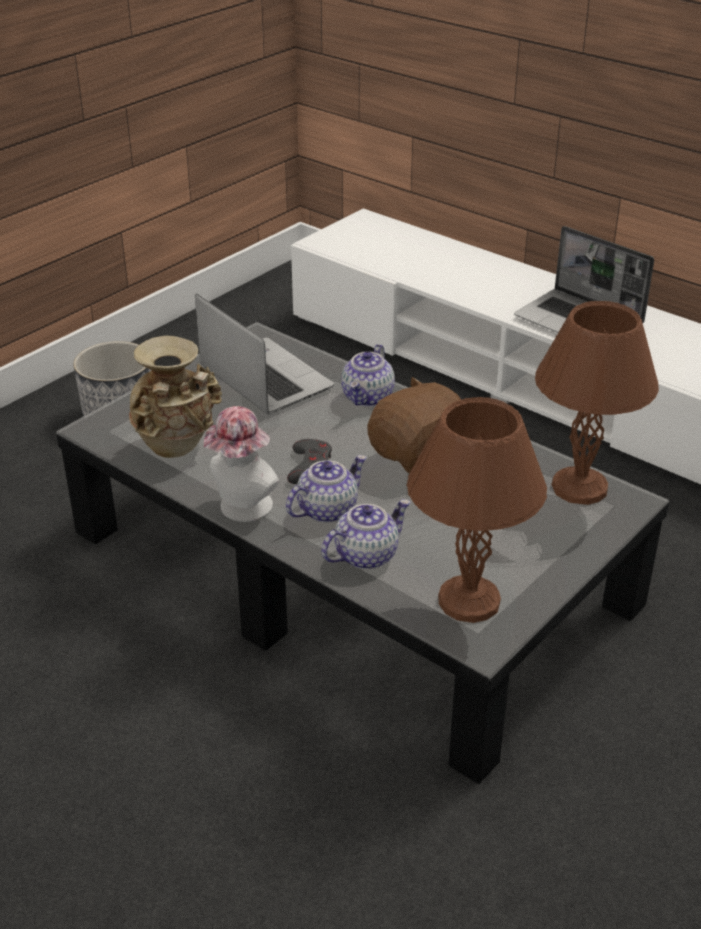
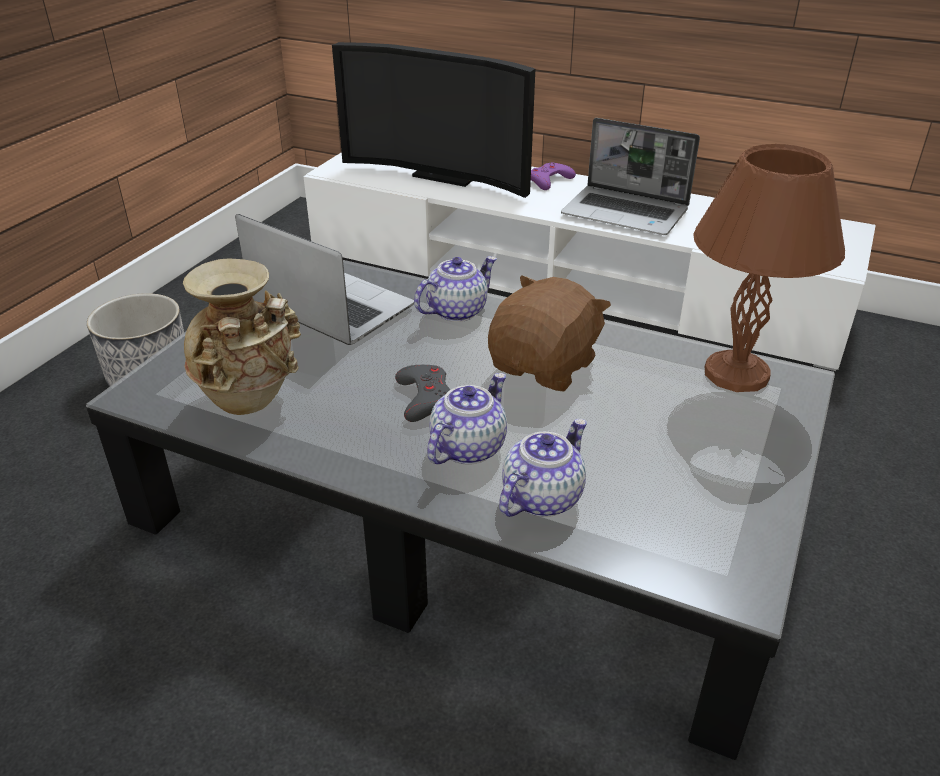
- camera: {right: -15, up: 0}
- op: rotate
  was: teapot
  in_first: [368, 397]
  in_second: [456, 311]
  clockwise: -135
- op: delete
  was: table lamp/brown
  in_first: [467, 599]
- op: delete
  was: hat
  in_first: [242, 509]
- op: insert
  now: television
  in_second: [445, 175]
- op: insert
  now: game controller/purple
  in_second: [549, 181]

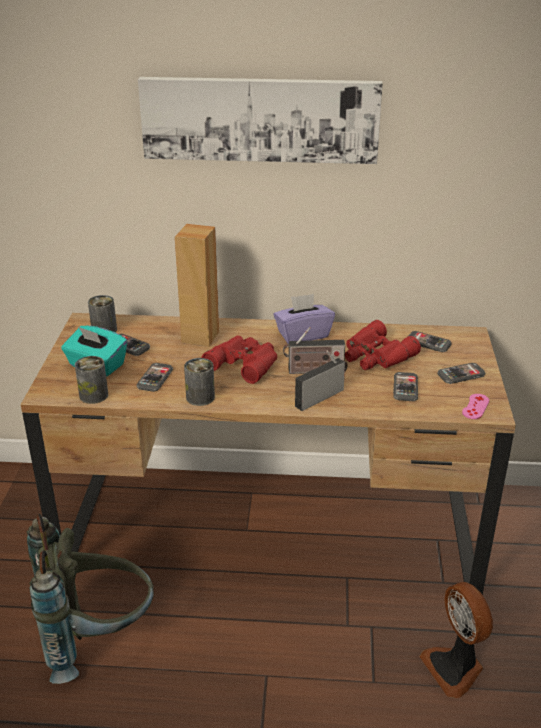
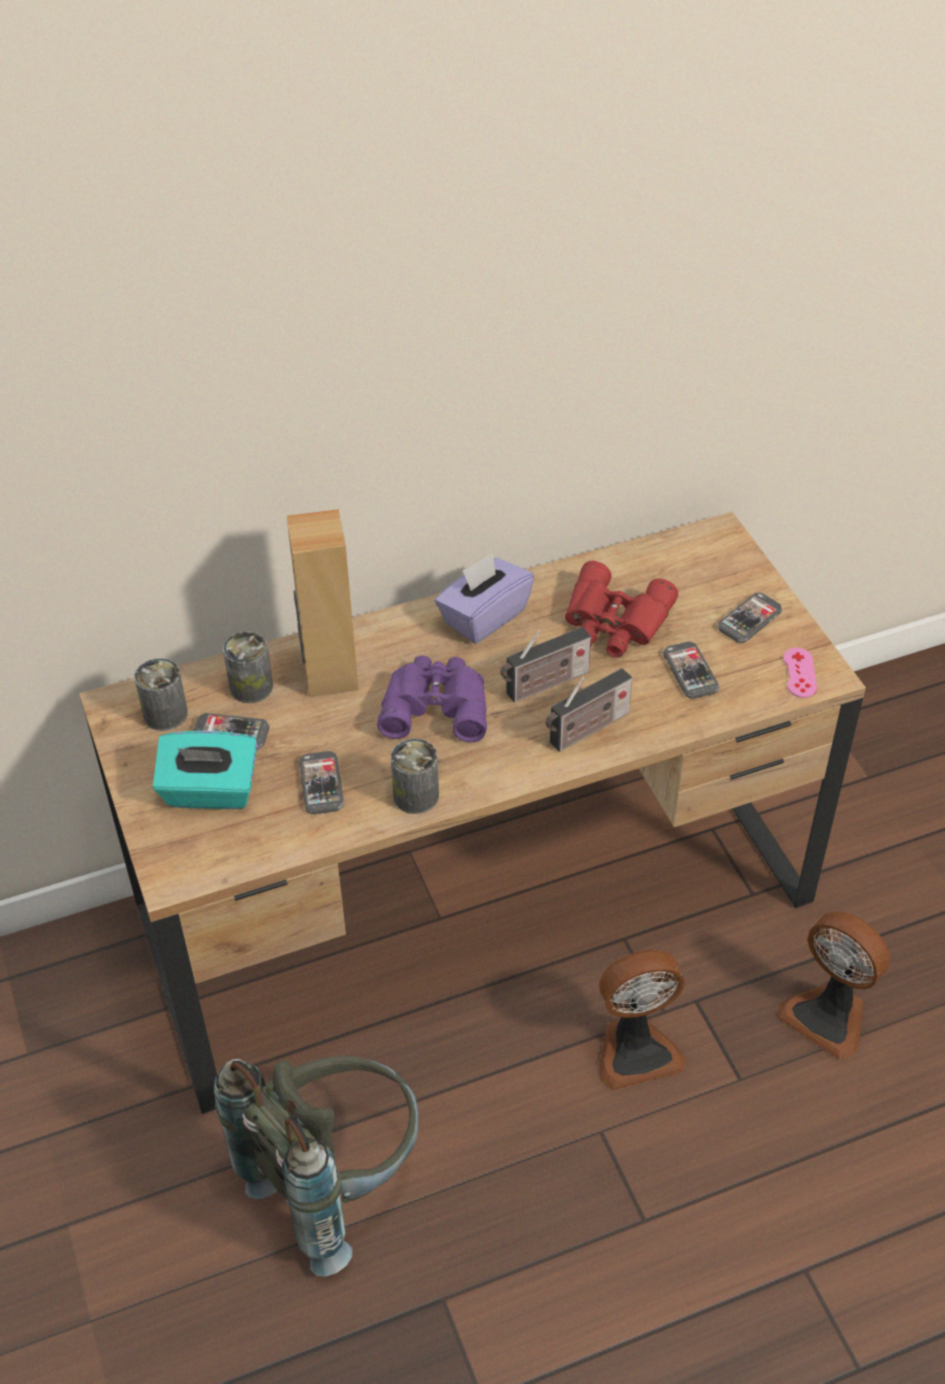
- camera: {right: -25, up: 15}
- op: delete
  was: picture
  in_first: [260, 119]
- op: delete
  was: phone
  in_first: [428, 343]
- op: recolor
  was: binoculars/red
  now: binoculars/purple
  in_first: [245, 363]
  in_second: [435, 704]
- op: rotate
  was: radio
  in_first: [321, 397]
  in_second: [586, 730]
  clockwise: -150
- op: move
  was: can
  in_first: [94, 395]
  in_second: [251, 687]
- op: insert
  now: fan
  in_second: [635, 1049]

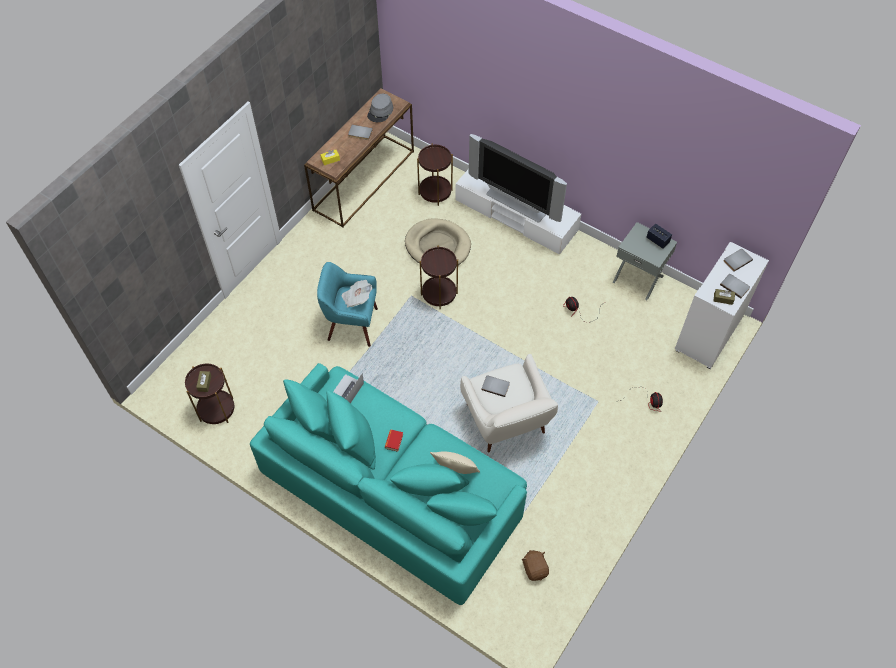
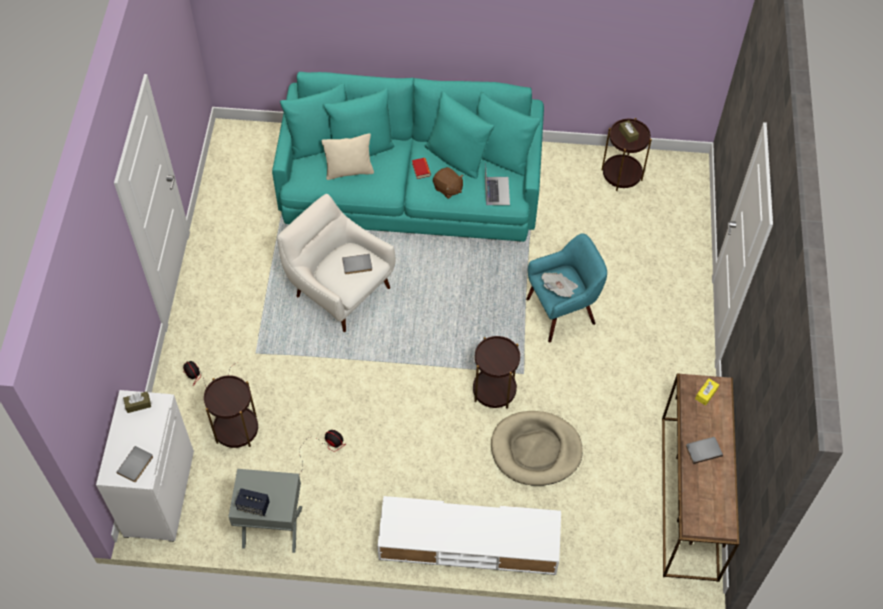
- camera: {right: 150, up: 0}
- op: delete
  was: hat/grey
  in_first: [380, 111]
- op: delete
  was: television
  in_first: [517, 203]
- op: move
  was: side table/brown
  in_first: [435, 192]
  in_second: [236, 429]
- op: delete
  was: book/grey
  in_first: [735, 286]
- op: move
  was: plush toy/brown
  in_first: [535, 569]
  in_second: [448, 189]

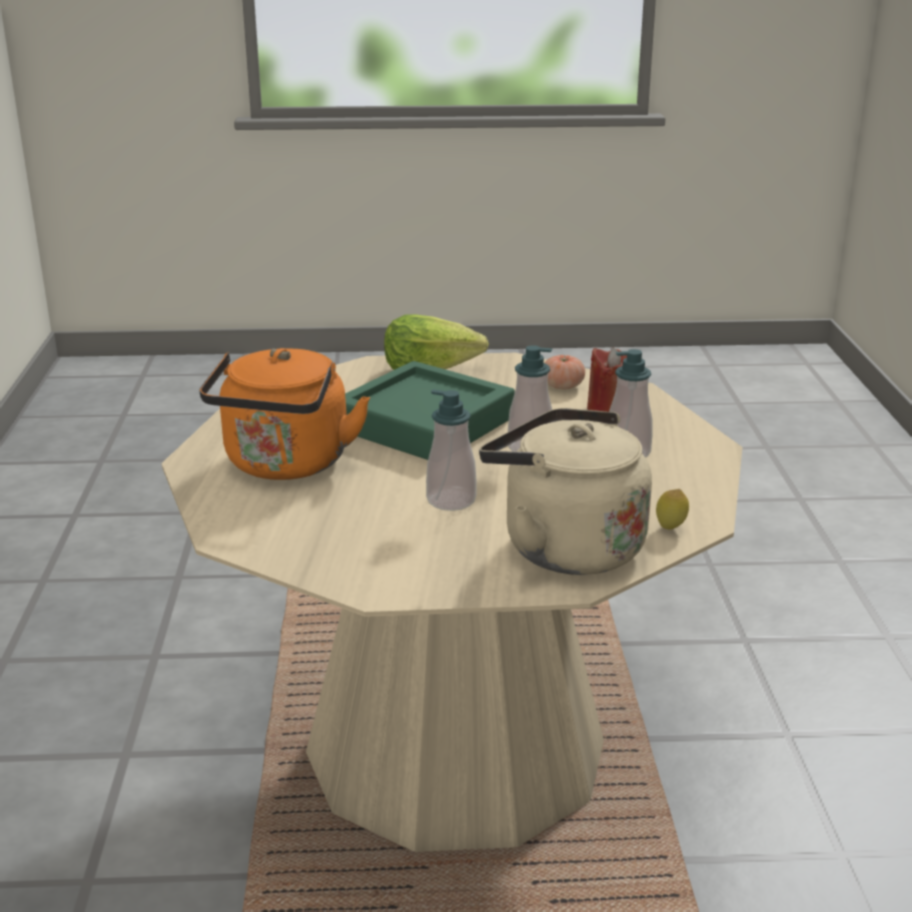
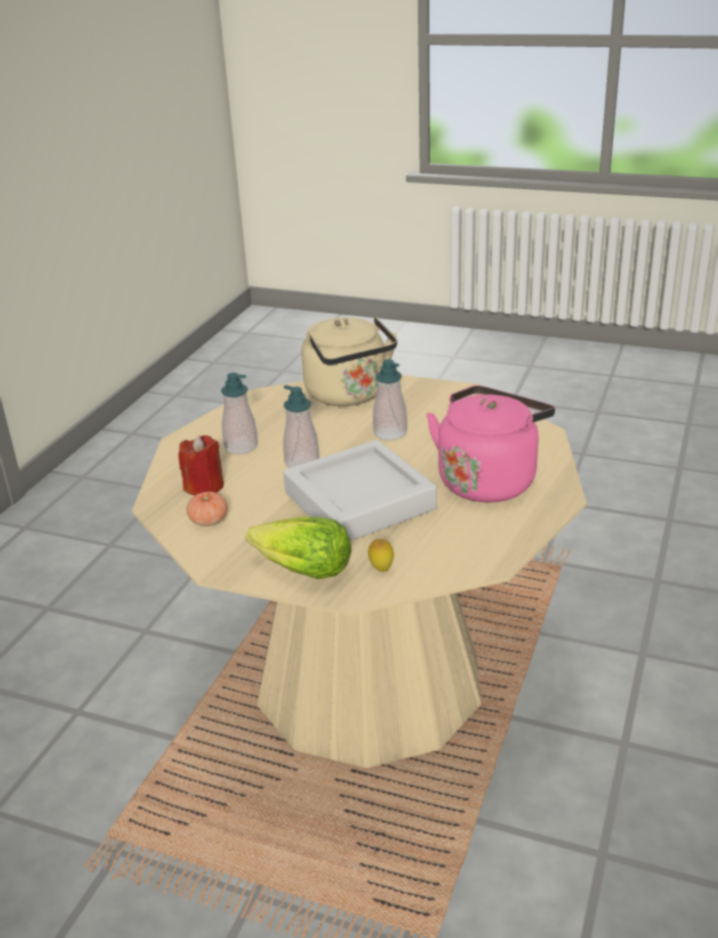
- camera: {right: -155, up: 5}
- op: recolor
  was: kettle/orange
  now: kettle/pink
  in_first: [285, 465]
  in_second: [489, 480]
- op: recolor
  was: tray/green
  now: tray/grey
  in_first: [424, 423]
  in_second: [359, 501]
- op: move
  was: lemon
  in_first: [670, 529]
  in_second: [381, 569]

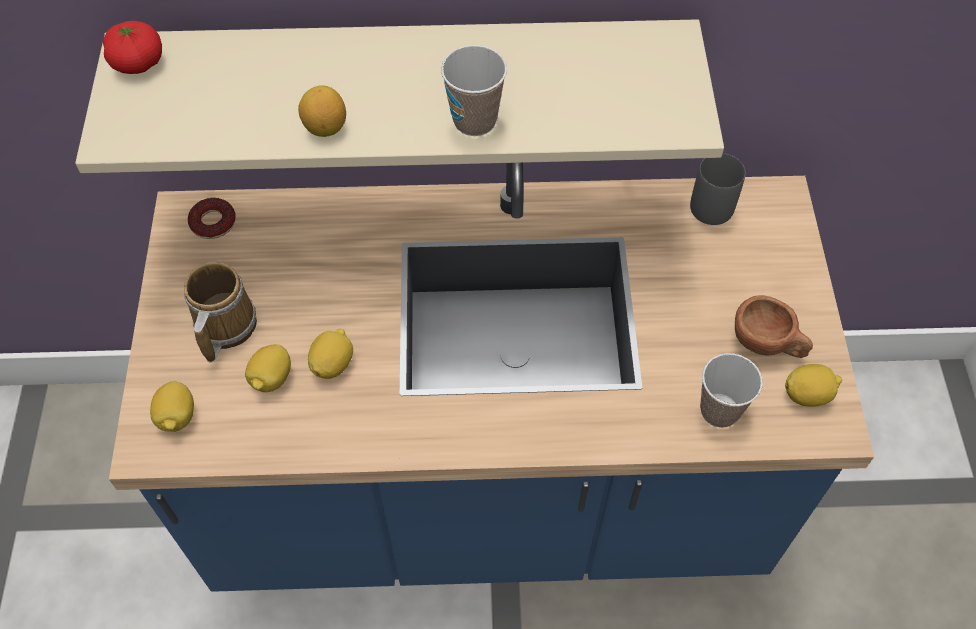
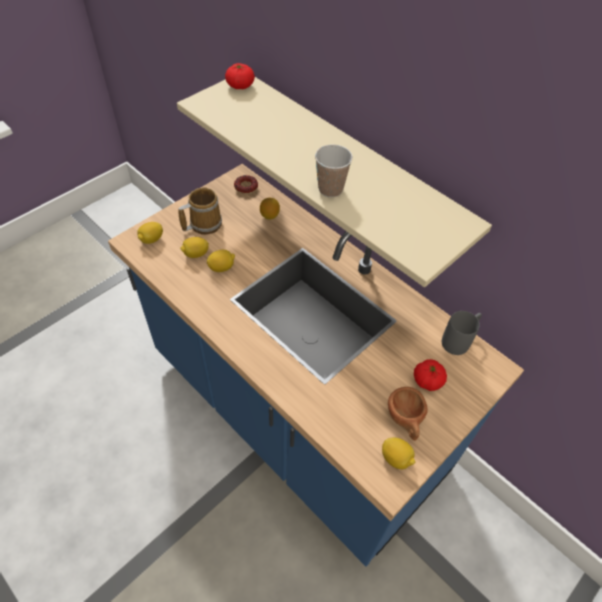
- camera: {right: 45, up: -5}
- op: move
  was: lemon
  in_first: [325, 127]
  in_second: [269, 216]
- op: delete
  was: cup
  in_first: [719, 410]
- op: insert
  now: tomato
  in_second: [427, 380]

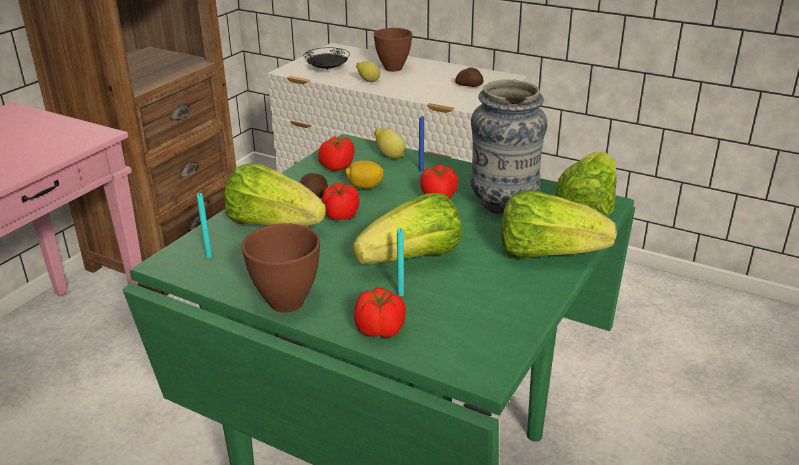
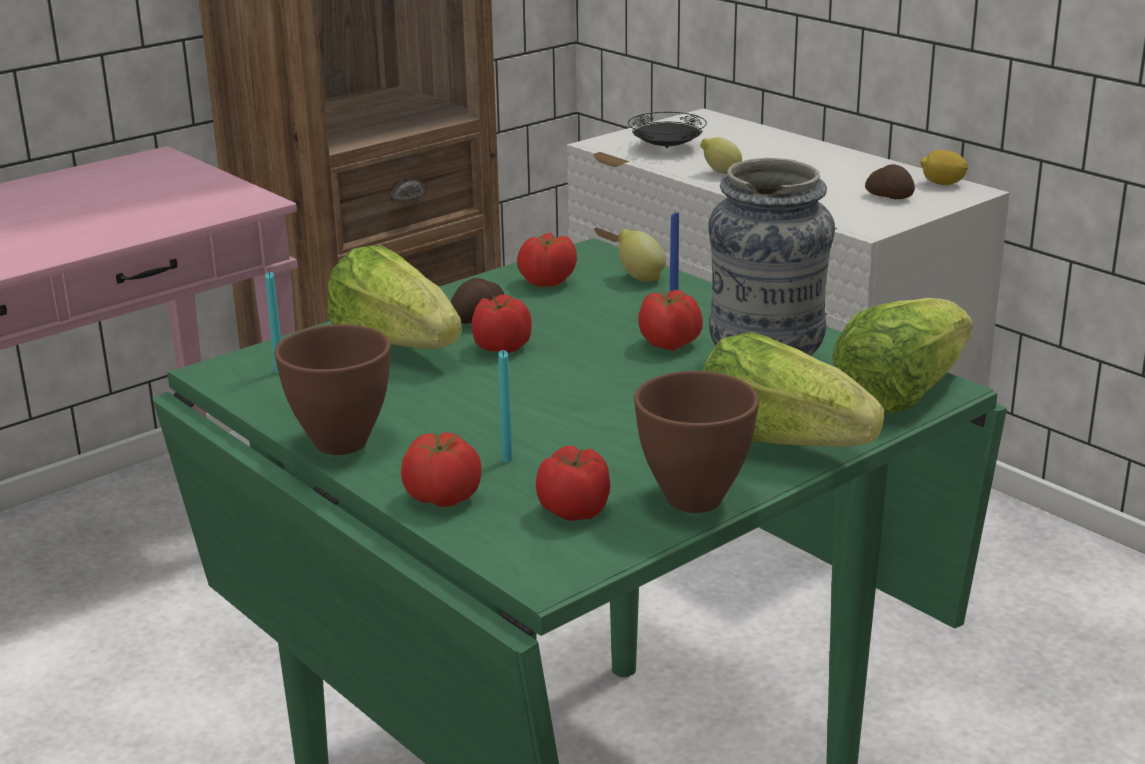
- camera: {right: 20, up: -5}
- op: move
  was: bowl/brown
  in_first: [393, 68]
  in_second: [695, 498]
- op: move
  was: lemon
  in_first: [364, 187]
  in_second: [942, 184]
- op: delete
  was: lettuce
  in_first: [413, 259]
- op: insert
  now: tomato
  in_second: [575, 510]

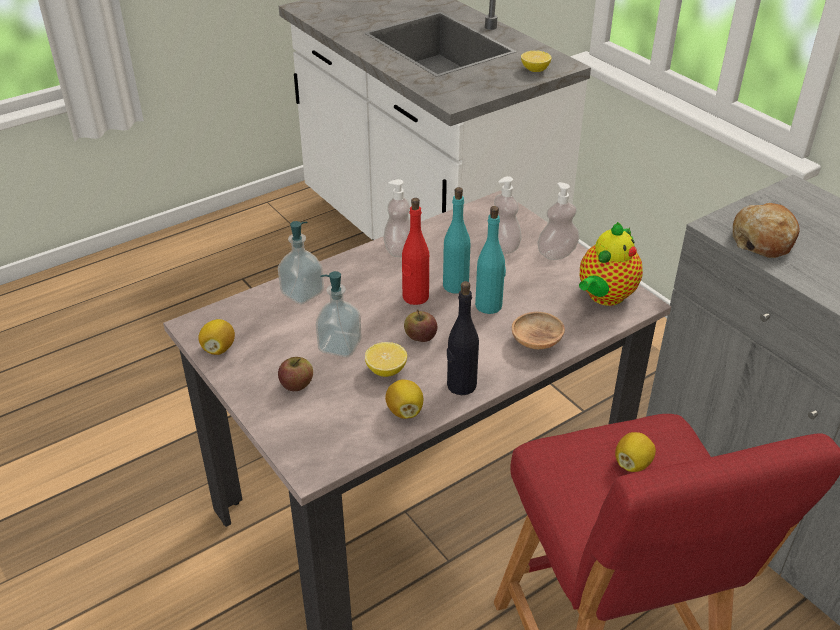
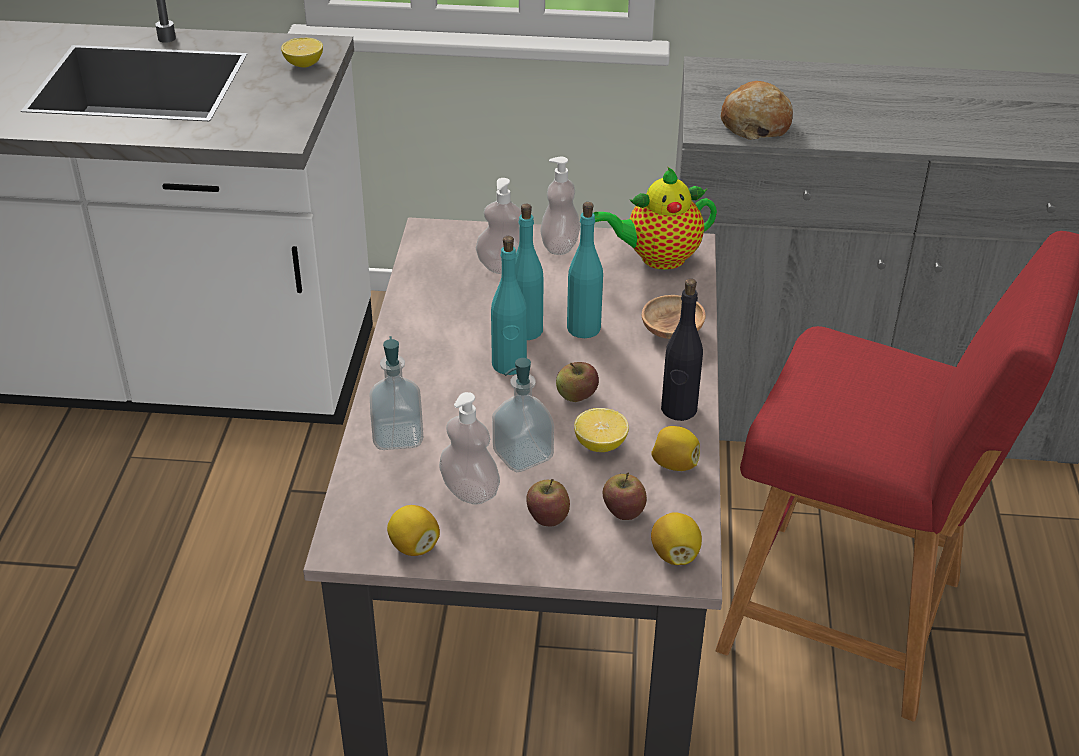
- camera: {right: -50, up: 0}
- op: move
  was: soap dispenser
  in_first: [399, 249]
  in_second: [470, 491]
- op: recolor
  was: bottle/red
  now: bottle/turquoise
  in_first: [415, 297]
  in_second: [509, 365]
- op: rotate
  was: teapot
  in_first: [604, 296]
  in_second: [657, 258]
  clockwise: 90
- op: move
  was: lemon
  in_first: [632, 463]
  in_second: [675, 554]
- op: insert
  now: apple
  in_second: [623, 511]

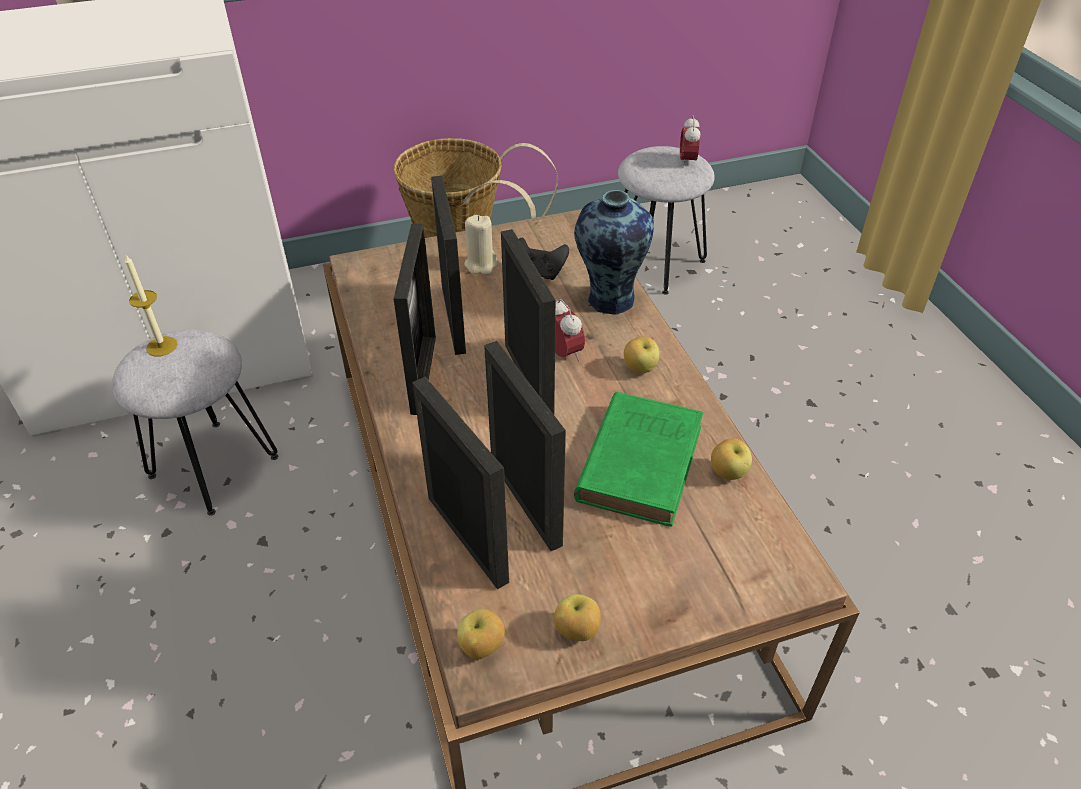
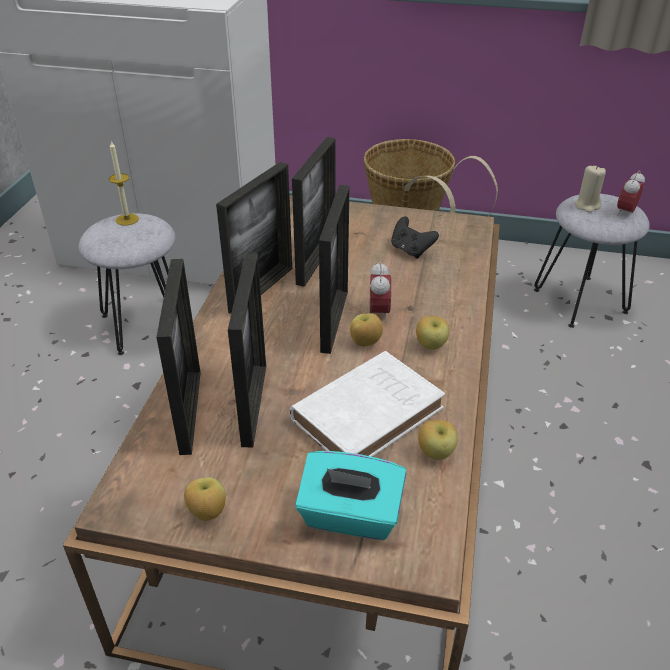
- camera: {right: 30, up: -5}
- op: delete
  was: vase
  in_first: [609, 300]
- op: move
  was: candle/beige
  in_first: [481, 265]
  in_second: [587, 205]
- op: recolor
  was: book/green
  now: book/white
  in_first: [641, 460]
  in_second: [370, 412]
- op: move
  was: apple
  in_first: [481, 648]
  in_second: [365, 343]
- op: insert
  now: tissue box/turquoise
  in_second: [350, 516]

